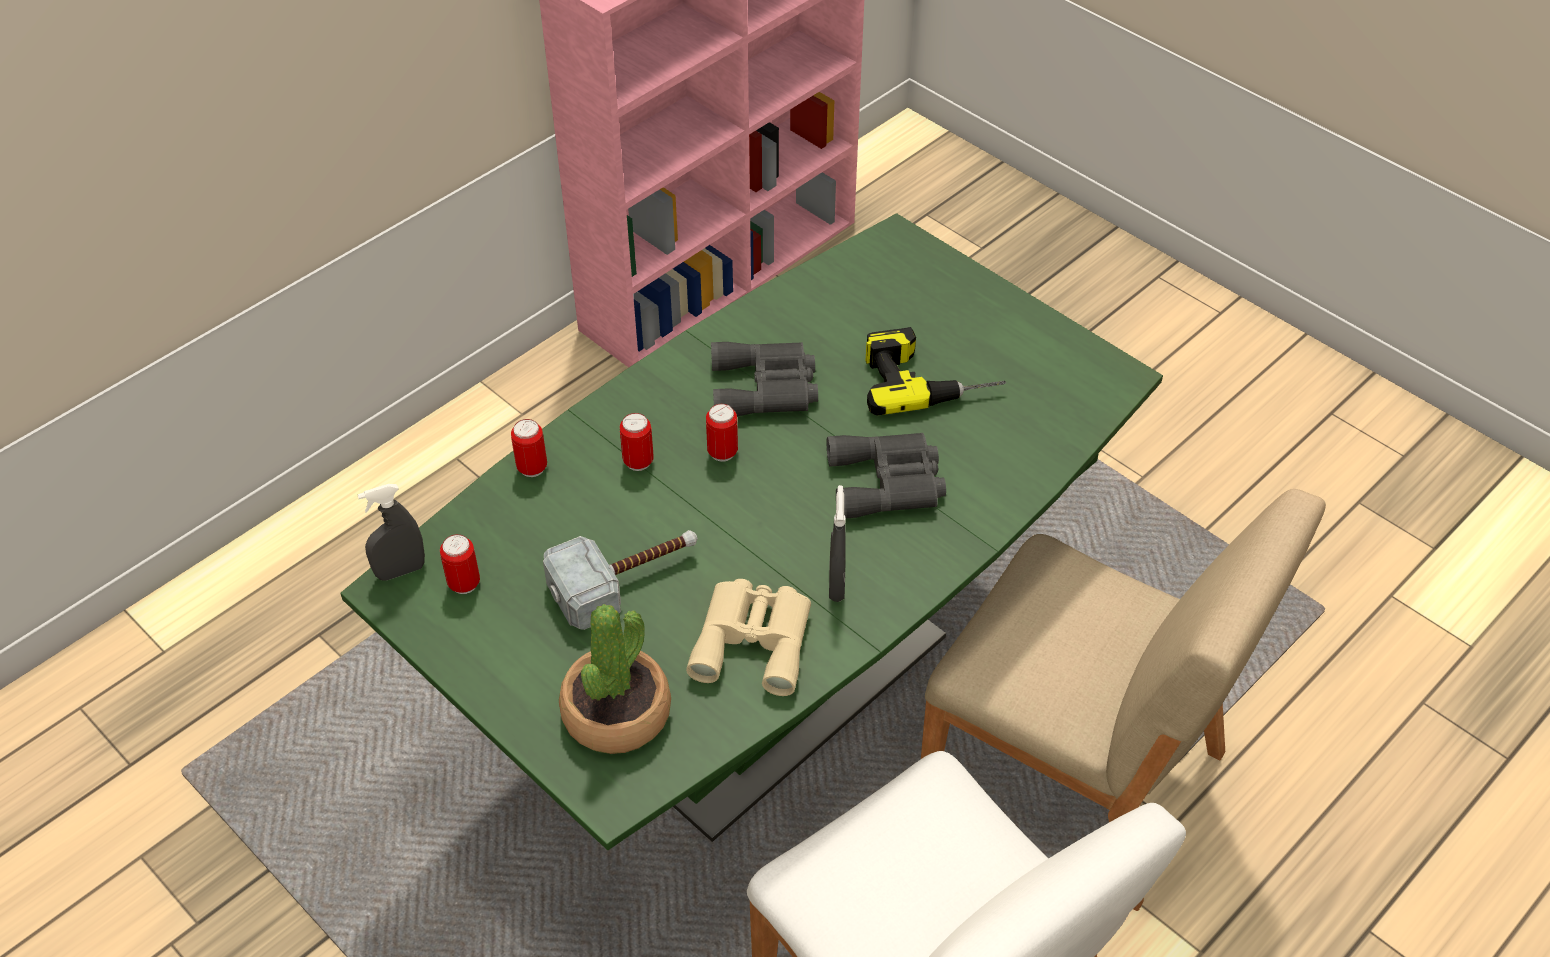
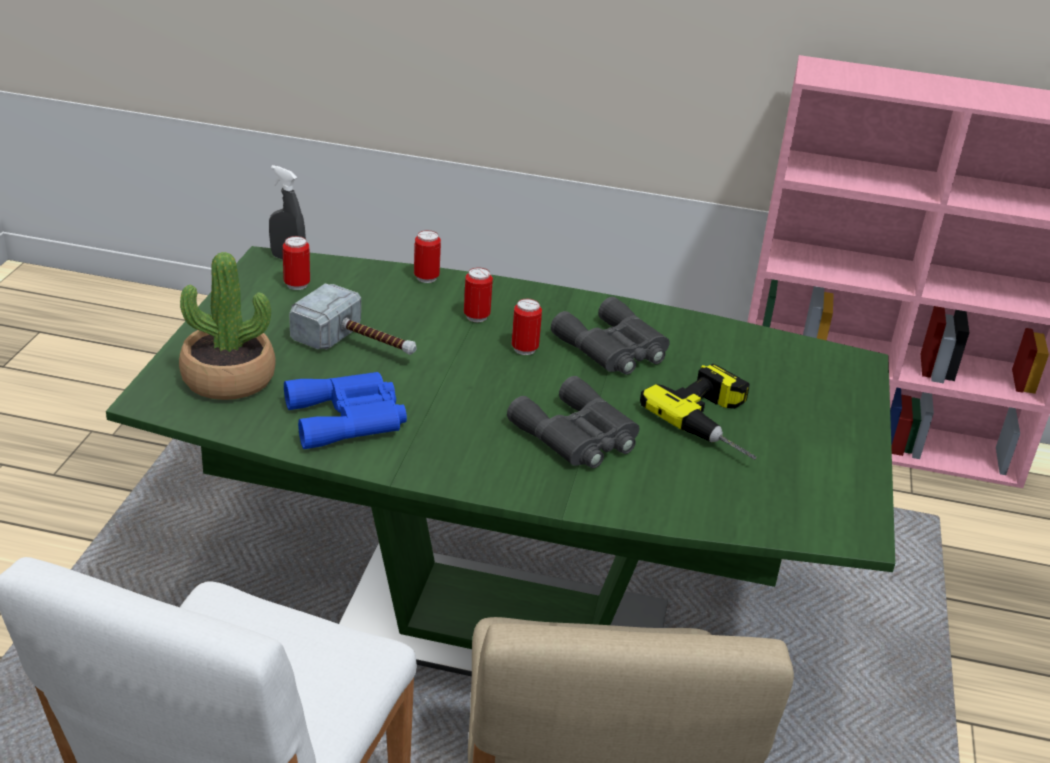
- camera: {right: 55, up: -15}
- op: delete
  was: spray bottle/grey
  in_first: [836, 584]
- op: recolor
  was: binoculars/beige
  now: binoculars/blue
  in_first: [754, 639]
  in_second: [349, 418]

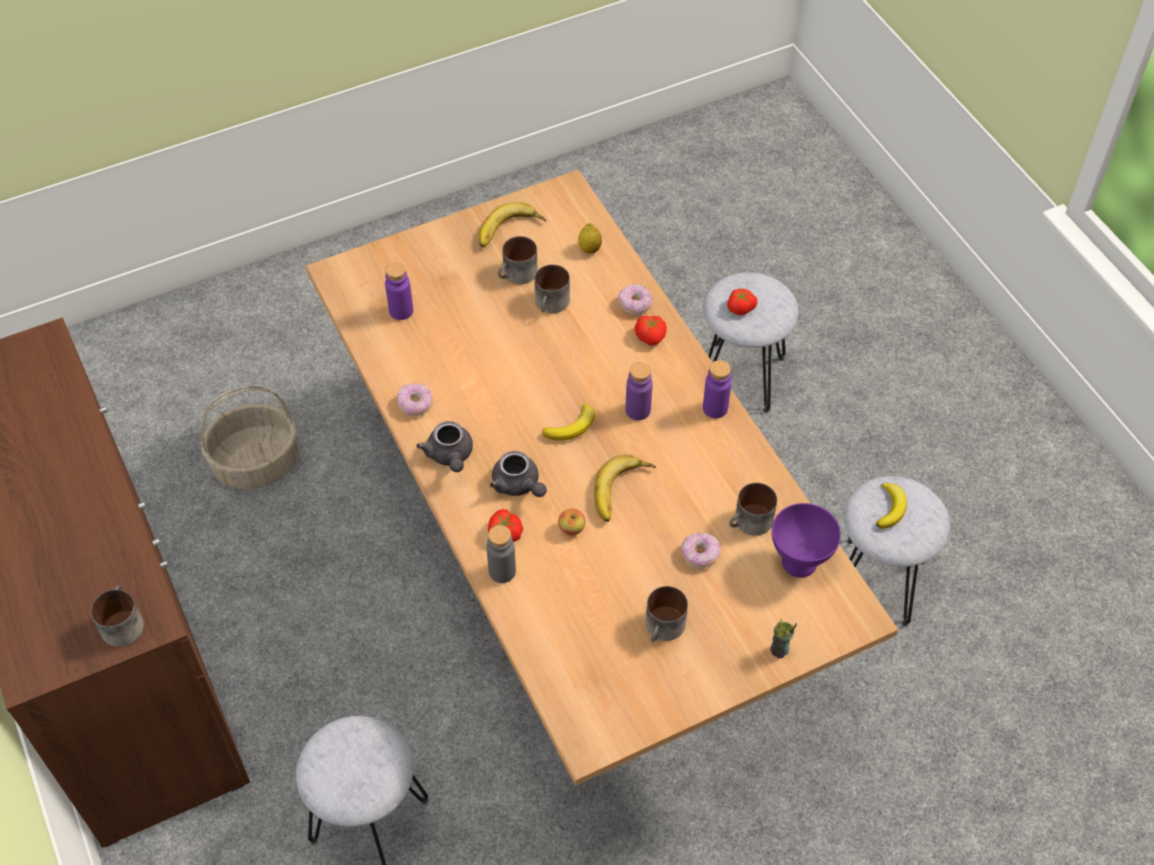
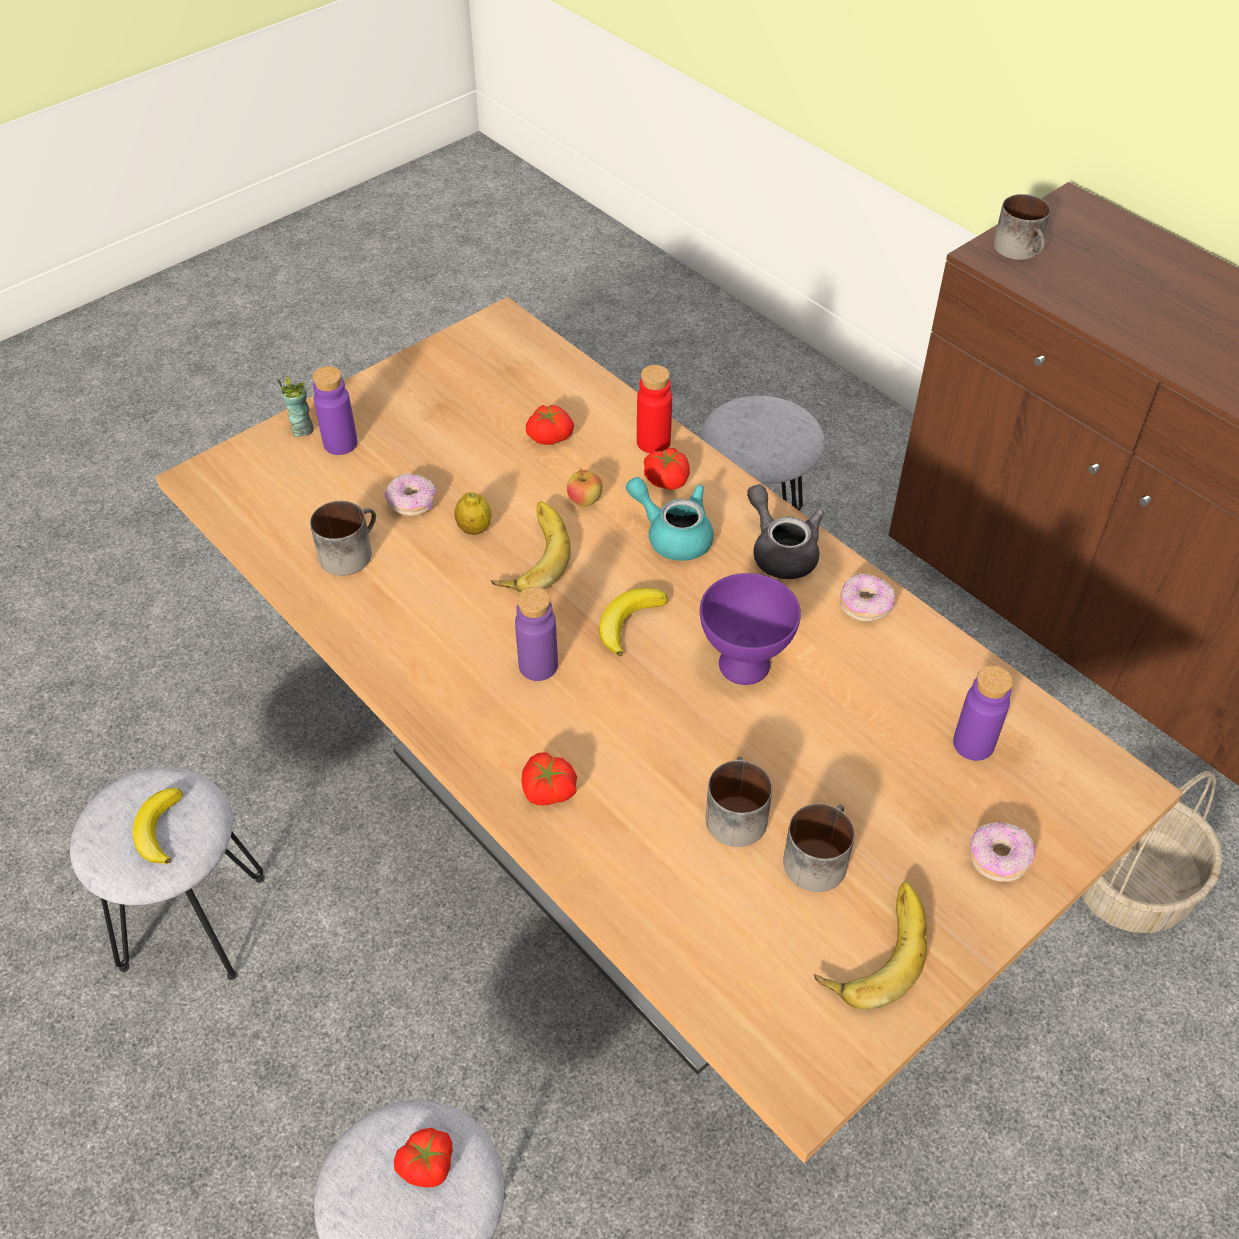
- camera: {right: 165, up: -5}
- op: move
  was: lemon
  in_first: [589, 249]
  in_second: [474, 529]
- op: move
  was: donut
  in_first: [635, 305]
  in_second: [998, 859]
- op: move
  was: bottle/purple
  in_first: [715, 408]
  in_second: [340, 443]
- op: recolor
  was: teapot/grey
  now: teapot/turquoise
  in_first: [518, 485]
  in_second: [672, 535]
- op: move
  was: bowl/purple
  in_first: [798, 562]
  in_second: [746, 665]
- op: recolor
  was: bottle/grey
  now: bottle/red
  in_first: [502, 571]
  in_second: [653, 442]
- op: delete
  was: mug
  in_first: [664, 628]
- op: insert
  now: tomato
  in_second: [549, 435]

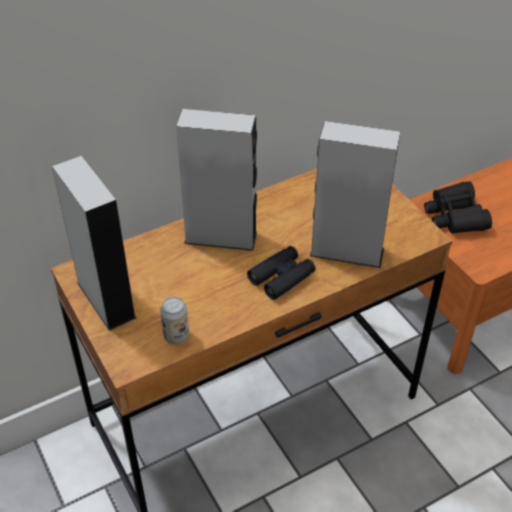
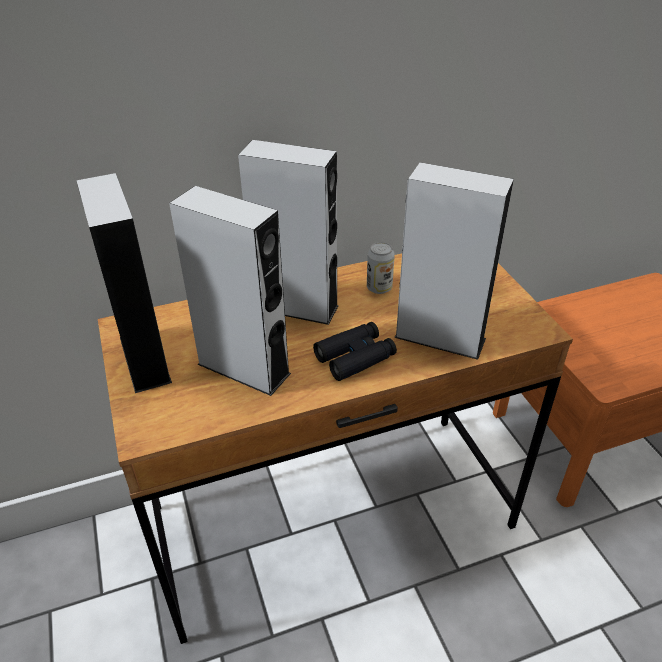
- camera: {right: 10, up: -5}
- op: delete
  was: binoculars/black
  in_first: [455, 216]
- op: move
  was: can
  in_first: [176, 336]
  in_second: [379, 288]
- op: insert
  now: speaker/grey
  in_second: [244, 368]

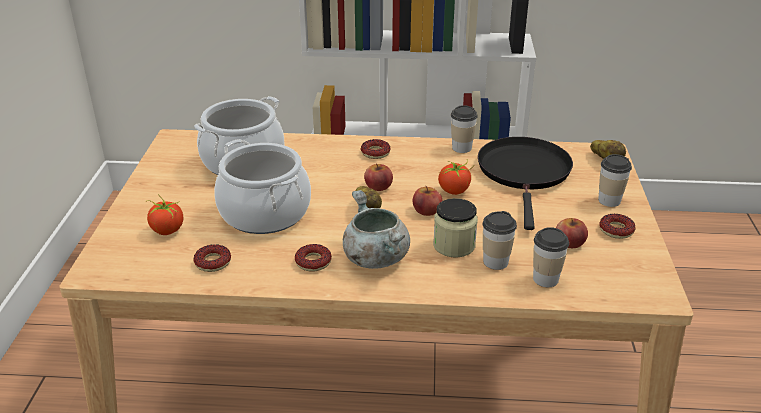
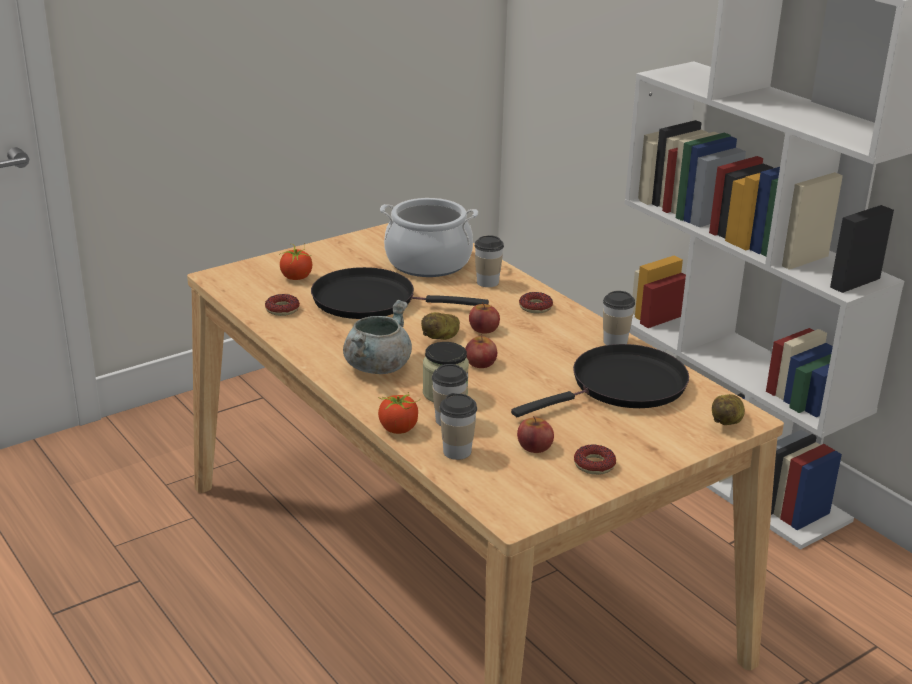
- camera: {right: 50, up: -5}
- op: replace
  was: cooking pot
  now: frying pan/black
  in_first: [264, 213]
  in_second: [371, 301]
- op: move
  was: cup
  in_first: [609, 200]
  in_second: [487, 282]
- op: move
  was: tomato
  in_first: [454, 190]
  in_second: [399, 429]
- op: delete
  was: donut
  in_first: [313, 262]

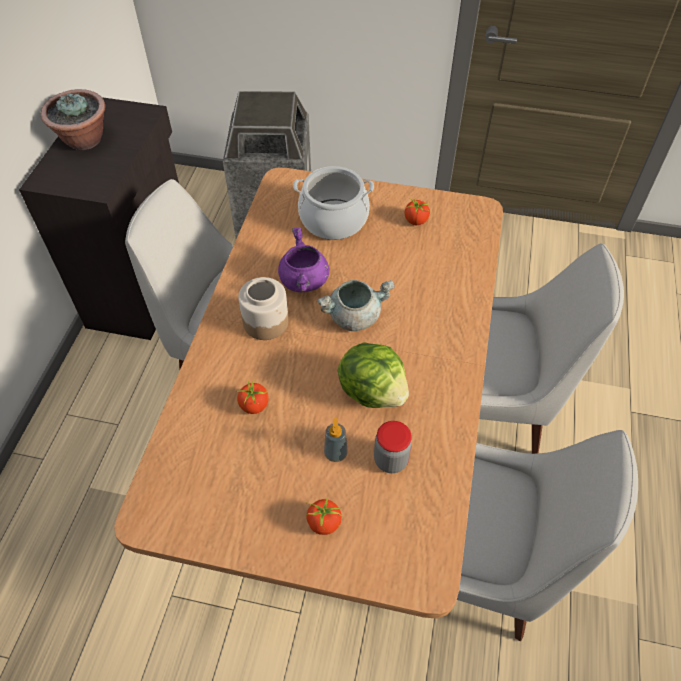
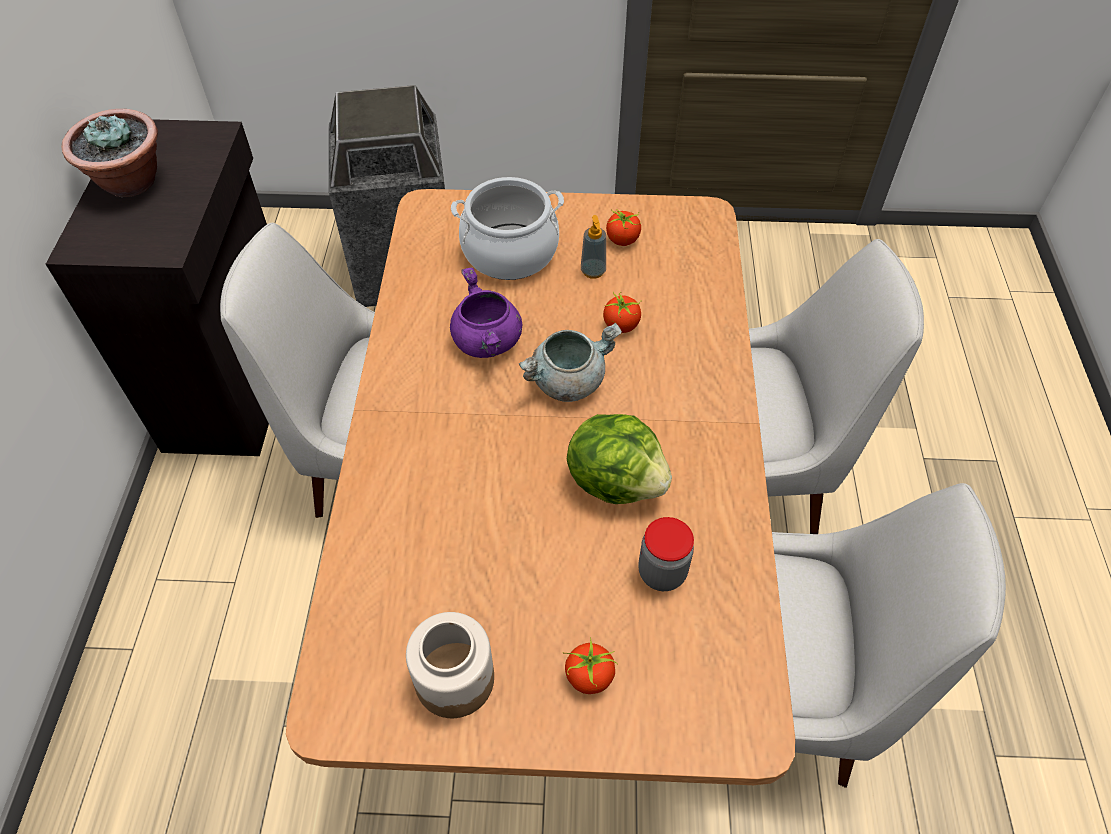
- camera: {right: -10, up: 0}
- op: move
  was: jar
  in_first: [266, 322]
  in_second: [454, 678]
- op: move
  was: tomato
  in_first: [254, 406]
  in_second: [621, 326]
- op: move
  was: soap dispenser
  in_first: [335, 453]
  in_second: [593, 271]

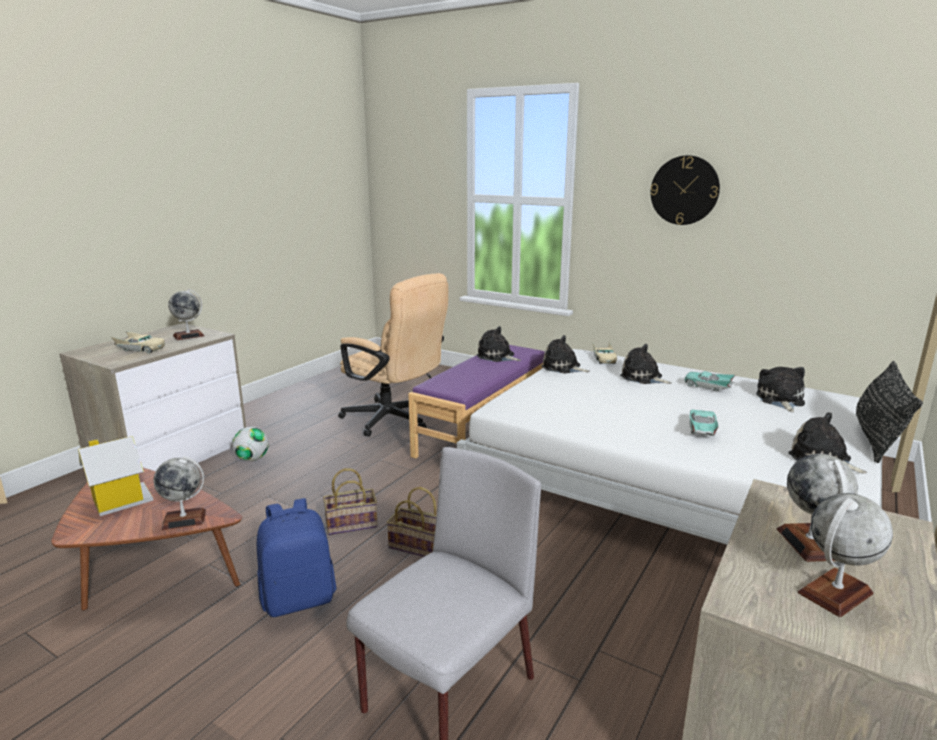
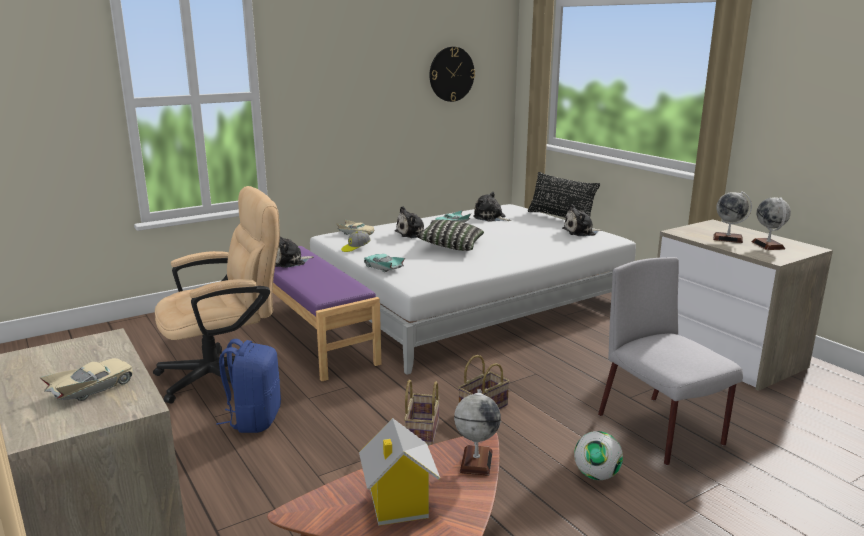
- camera: {right: -65, up: 0}
- op: move
  was: wall clock
  in_first: [684, 190]
  in_second: [451, 74]
- op: delete
  was: globe
  in_first: [189, 336]
- op: replace
  was: plush toy
  now: cap
  in_first: [563, 368]
  in_second: [355, 248]
- op: move
  was: toy car/turquoise
  in_first: [702, 429]
  in_second: [383, 268]
- op: move
  was: football
  in_first: [252, 459]
  in_second: [596, 475]
- op: move
  was: backpack/blue
  in_first: [299, 599]
  in_second: [254, 419]
- op: insert
  now: pillow
  in_second: [451, 246]

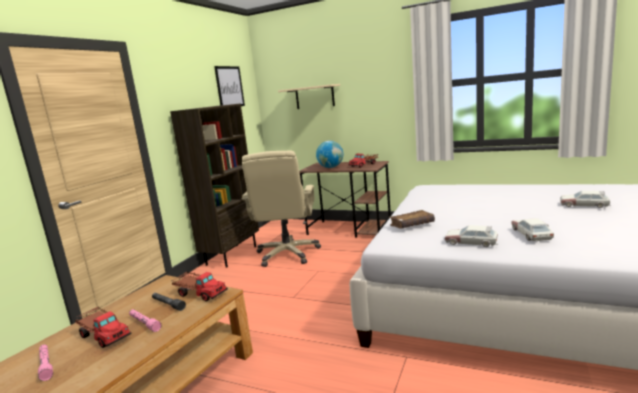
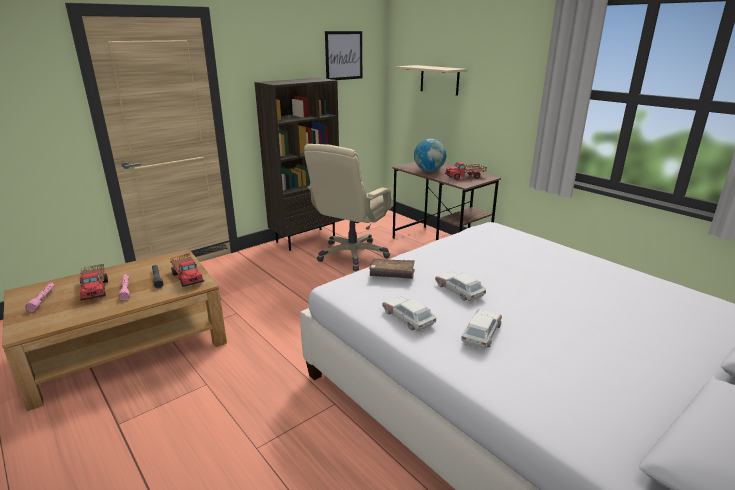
- camera: {right: 25, up: 10}
- op: move
  was: toy car
  in_first: [584, 205]
  in_second: [460, 291]

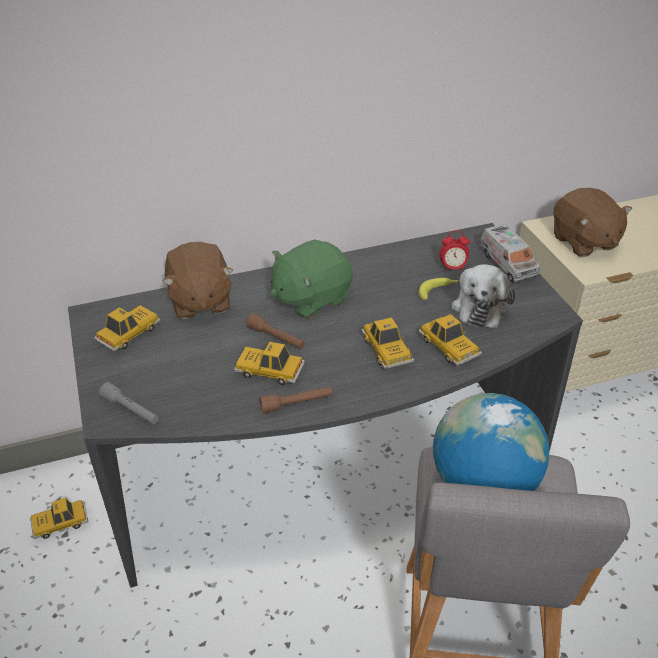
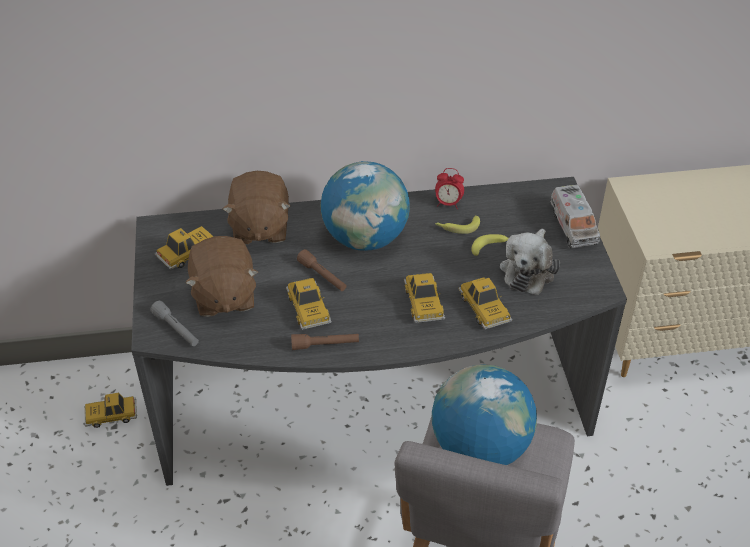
- camera: {right: 10, up: 5}
- op: move
  was: plush toy/brown
  in_first: [584, 242]
  in_second: [223, 296]
- op: move
  was: alarm clock
  in_first: [453, 268]
  in_second: [448, 204]
- op: replace
  was: plush toy/green
  now: globe
  in_first: [310, 298]
  in_second: [365, 239]
- op: rotate
  was: toy car
  in_first: [269, 370]
  in_second: [308, 308]
  clockwise: -135
- op: insert
  now: banana
  in_second: [457, 227]

